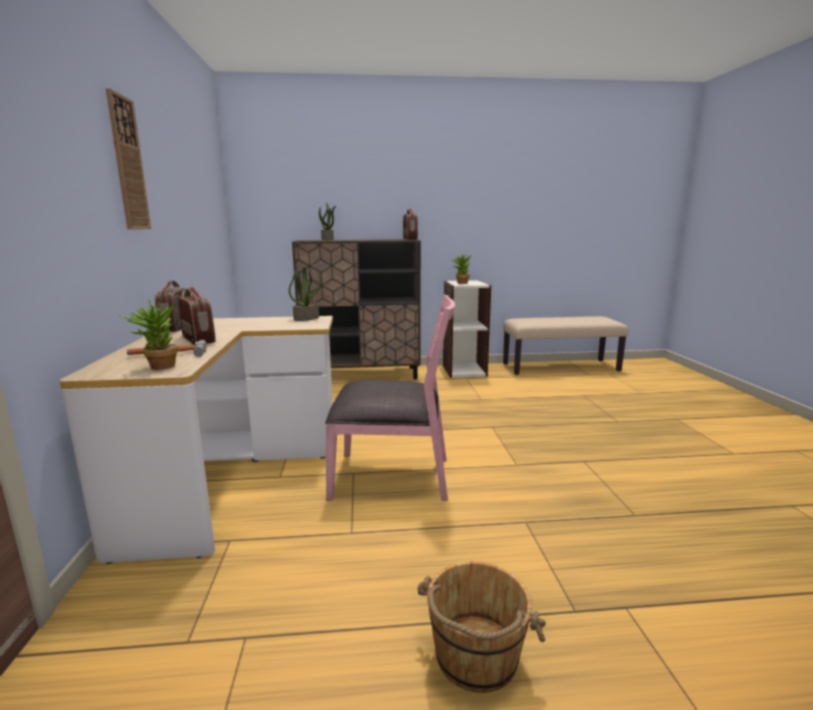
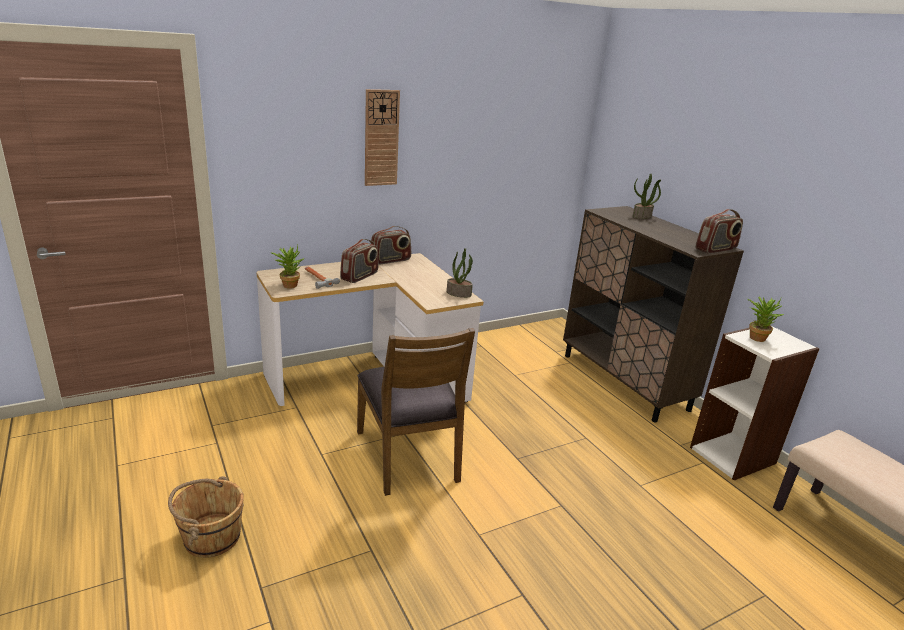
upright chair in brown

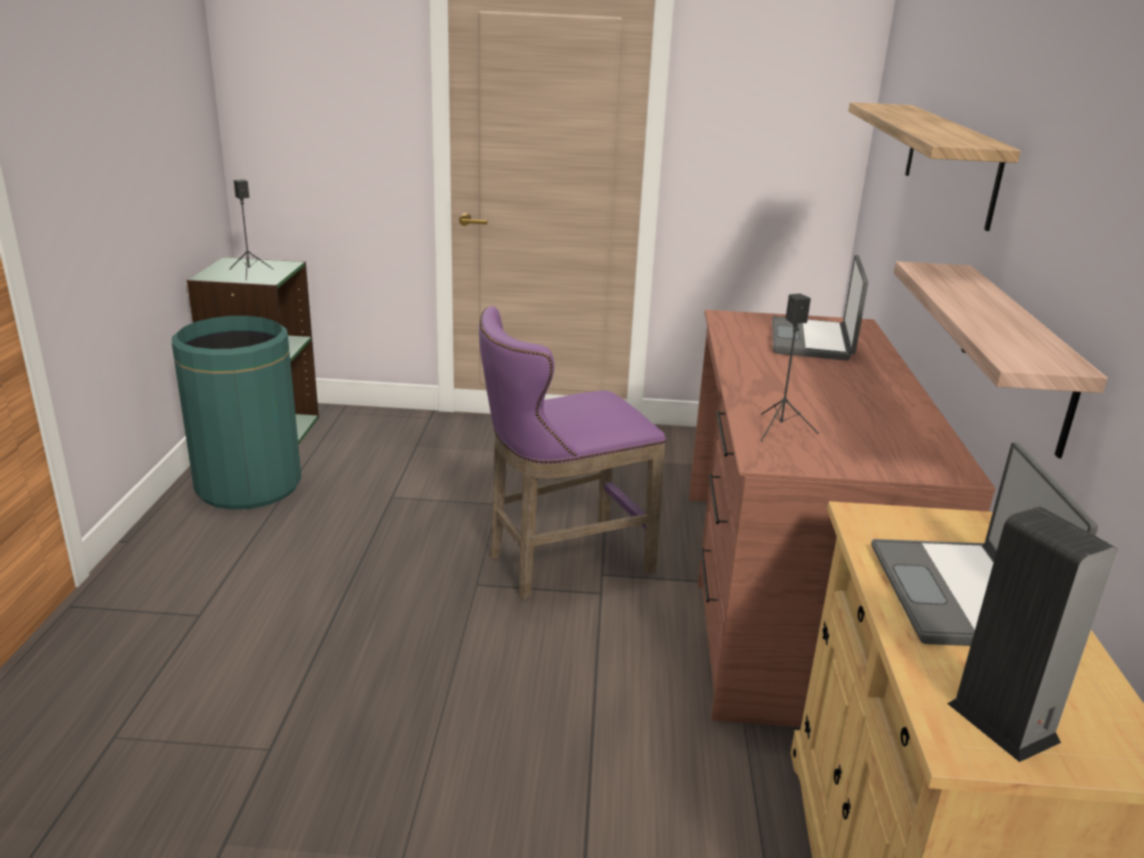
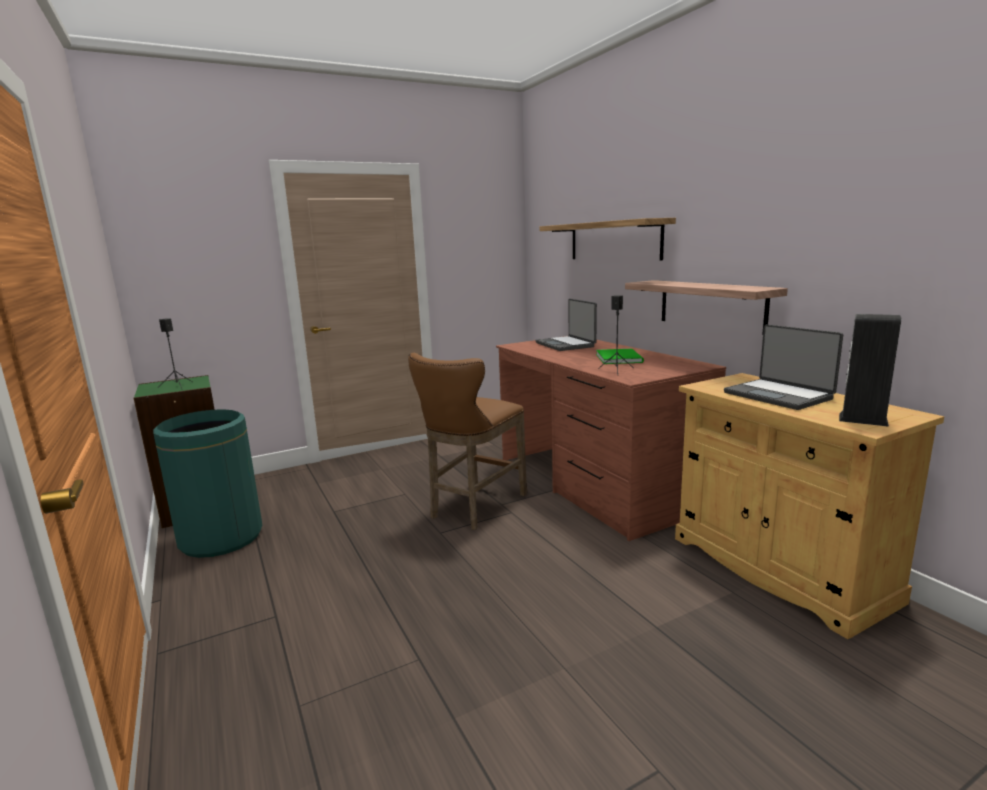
sitting stool in brown; book in green

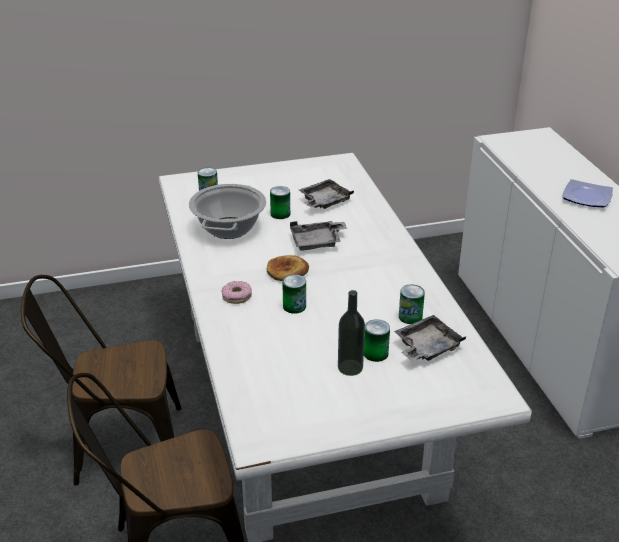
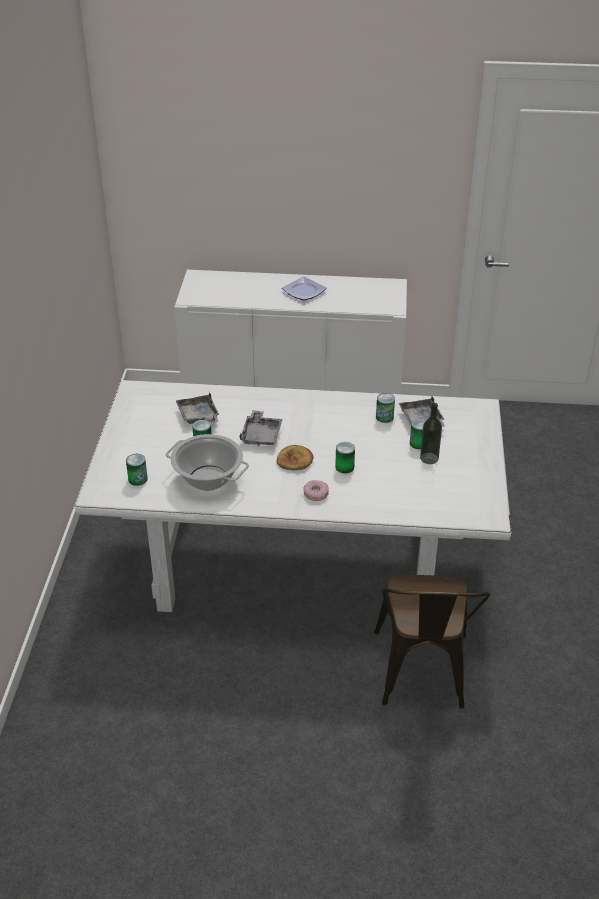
upright chair in brown (1st from left in the first image)

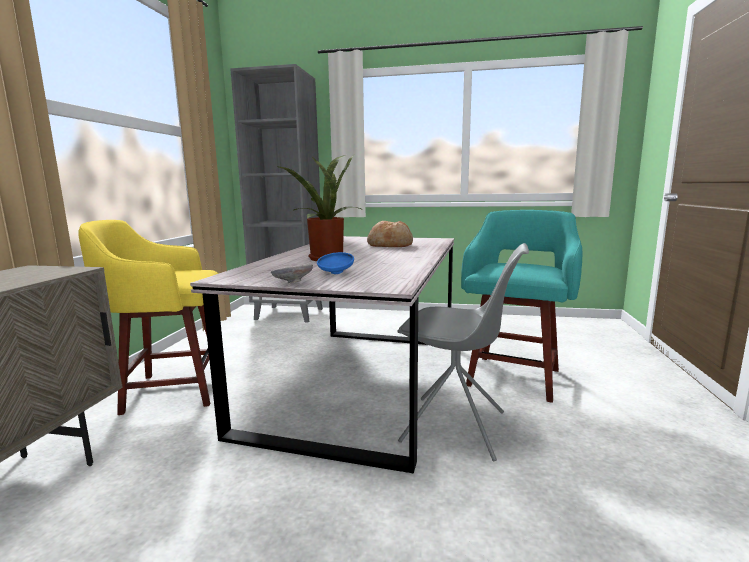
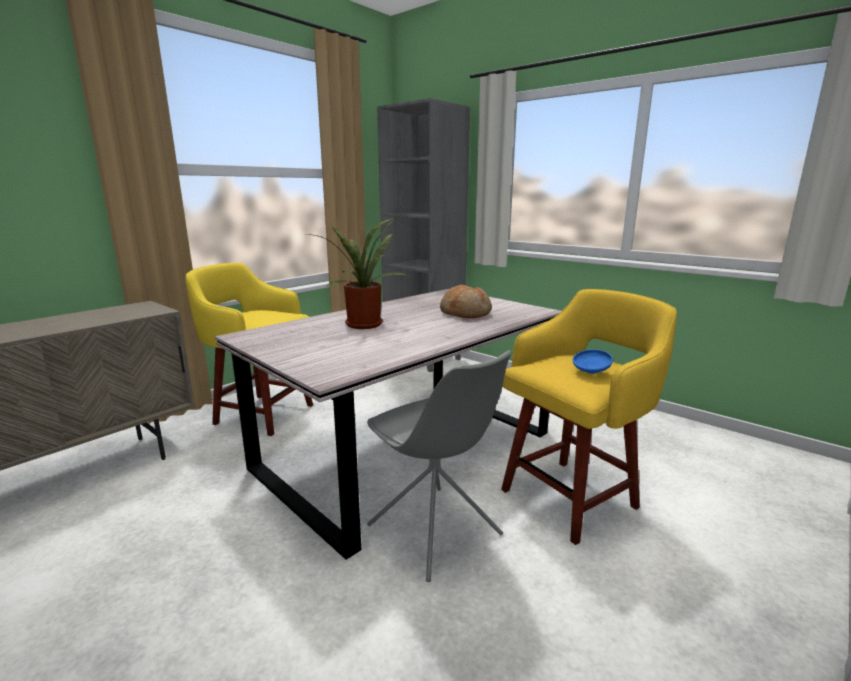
serving bowl in gray; serving bowl in bluish; sitting stool in yellow-coloured (2nd from left)

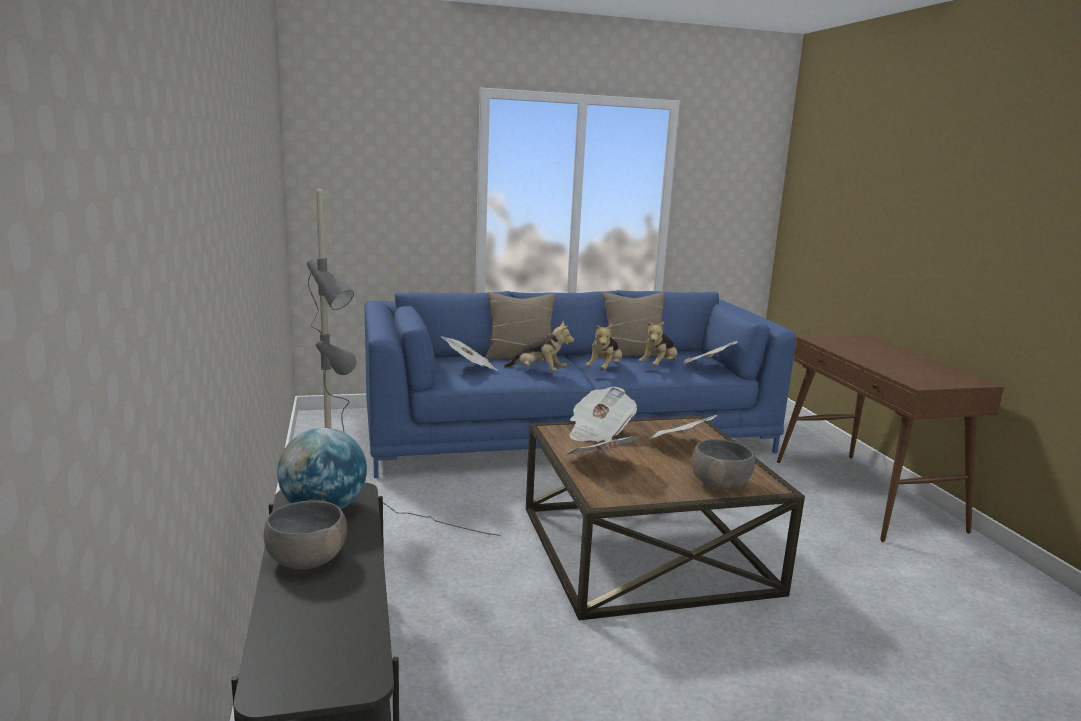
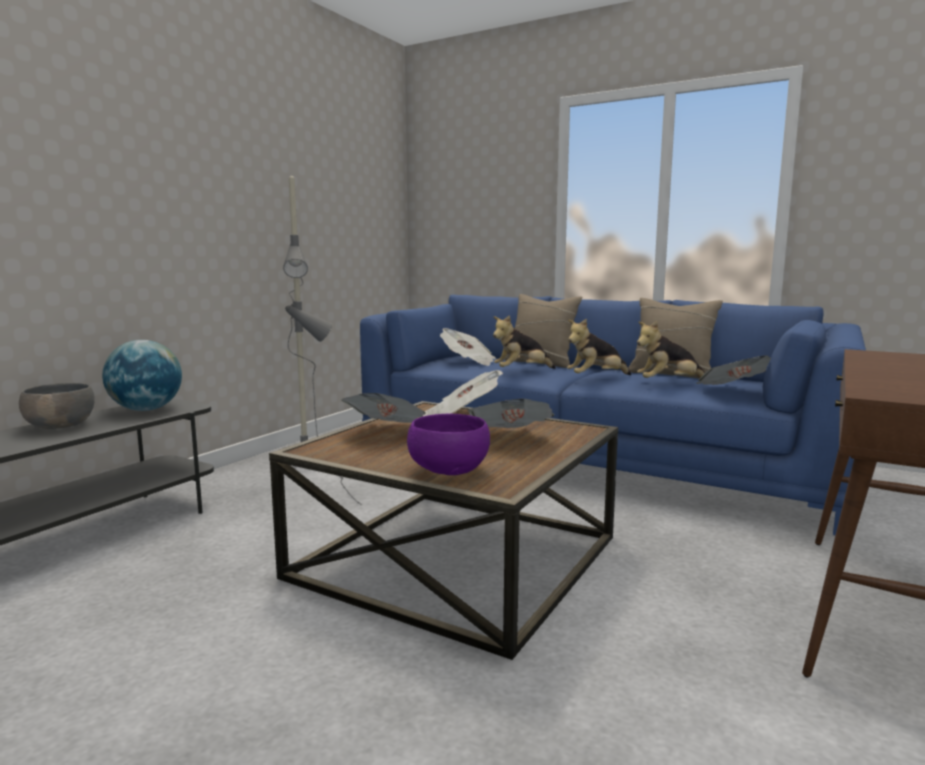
cuddly toy (1st from left); serving bowl in purplish

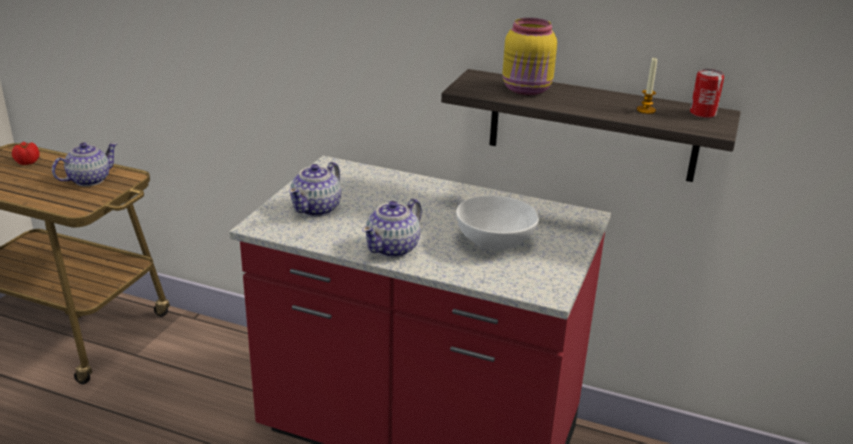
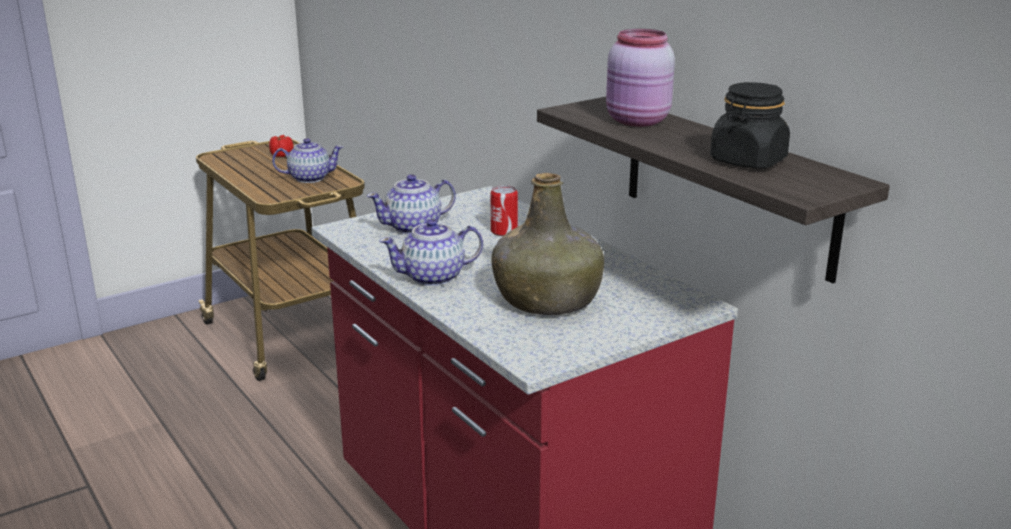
bottle in green; preserve jar in pinkish; preserve jar in black; metal can

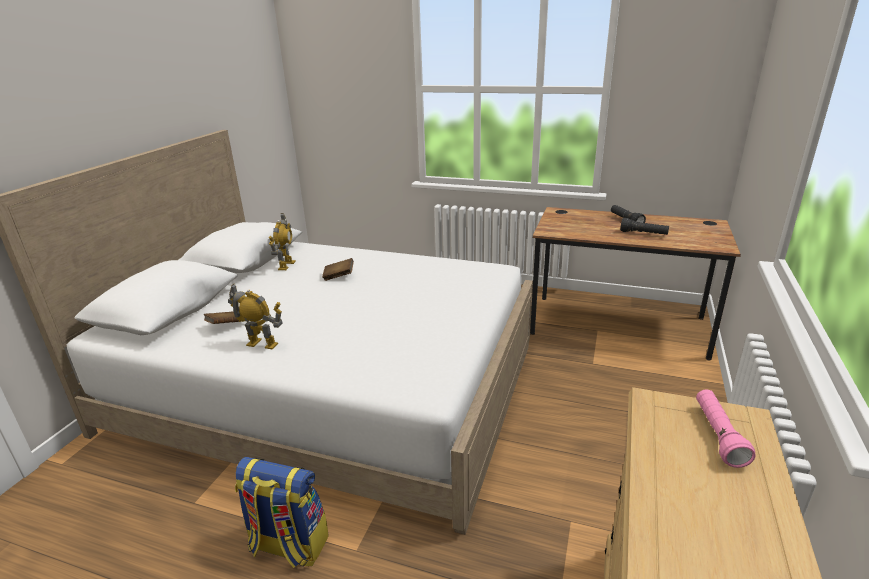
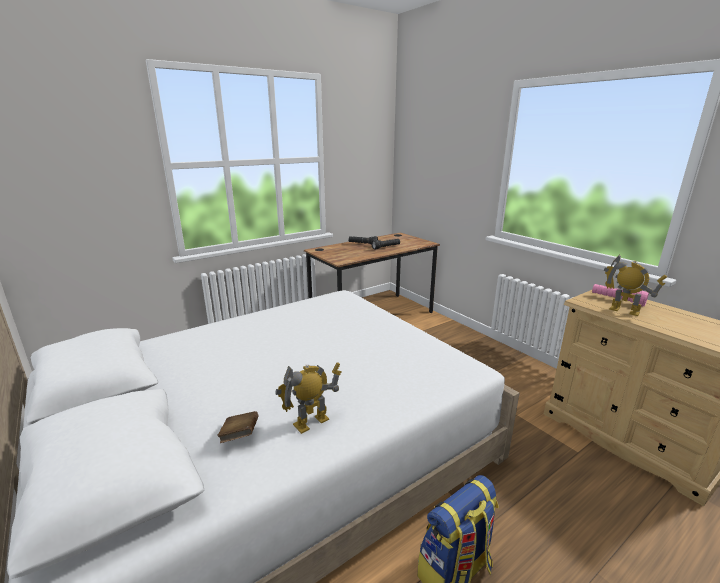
toy robot (2nd from left); book in brown (2nd from left in the first image)

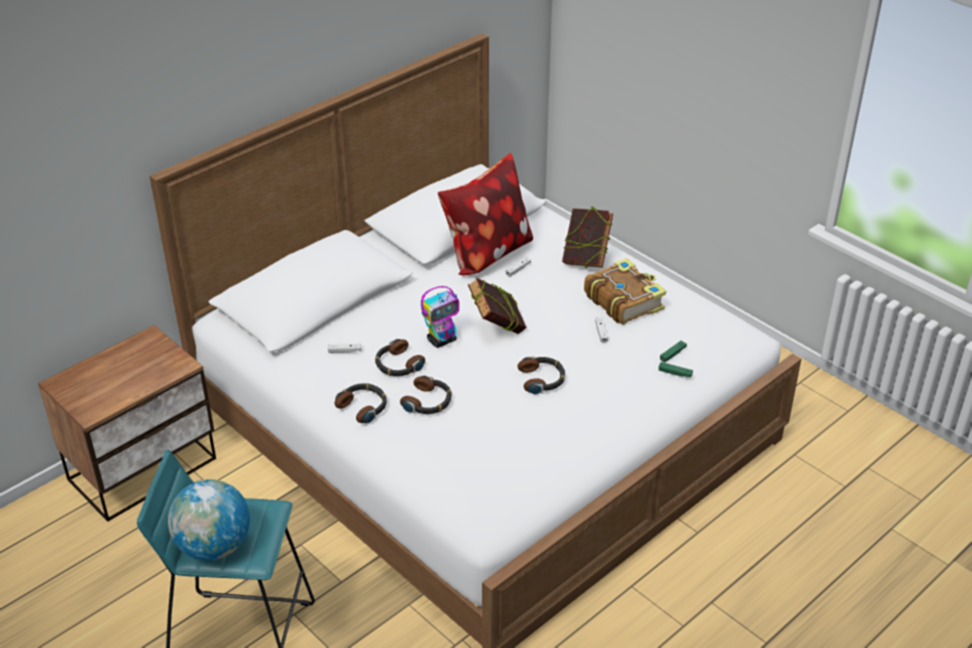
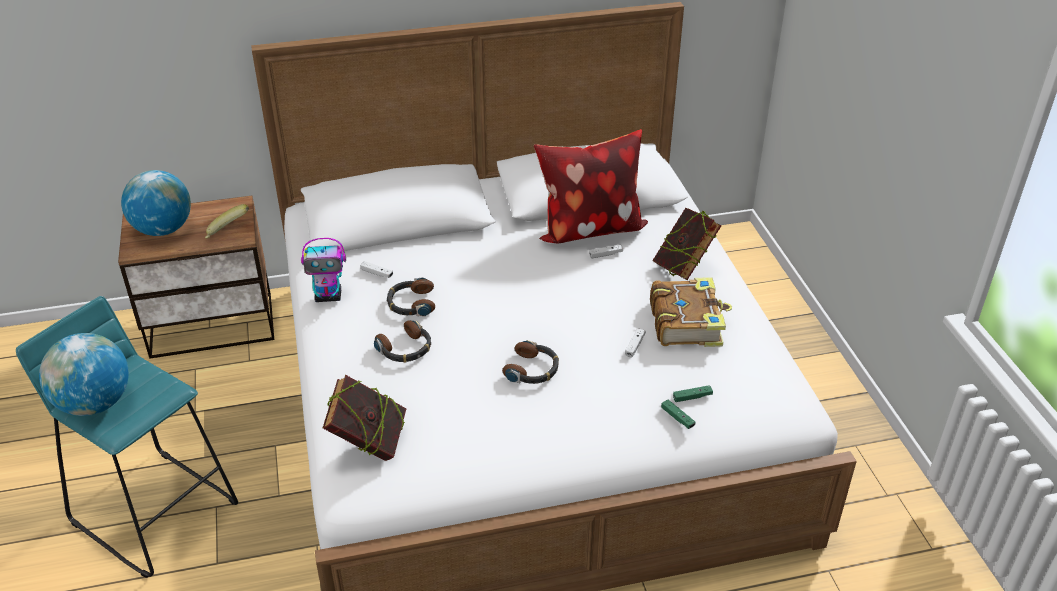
headset (1st from left in the first image); toy robot; book (1st from left); desk globe (2nd from left); banana

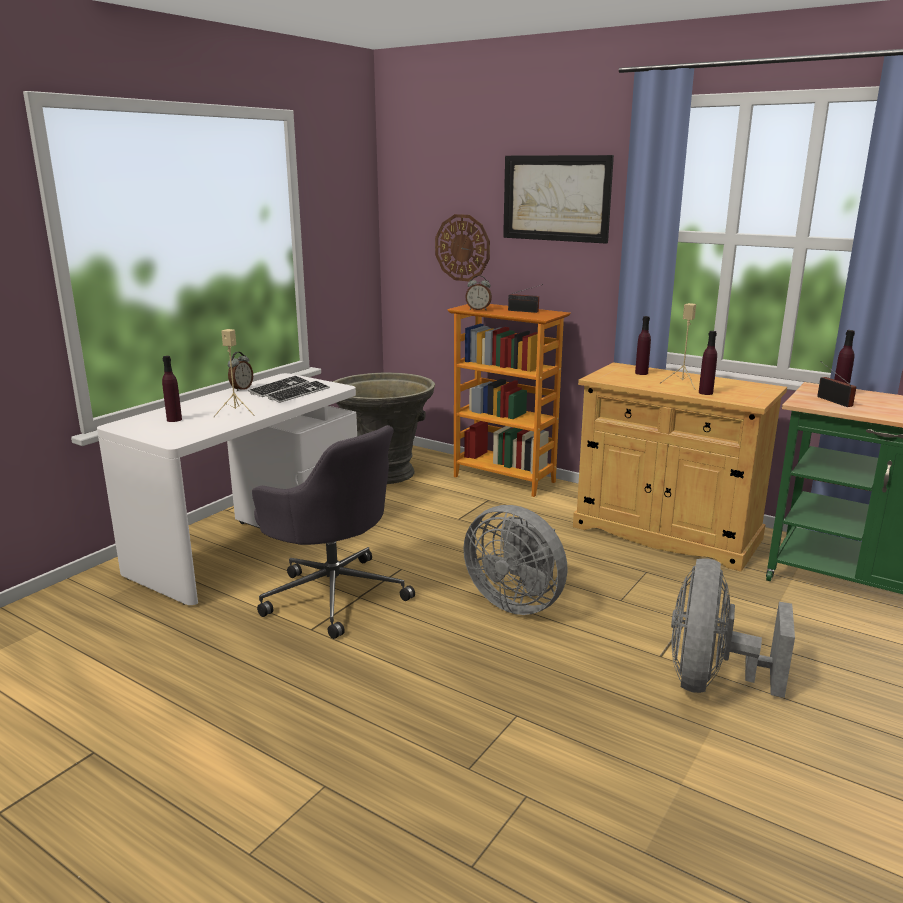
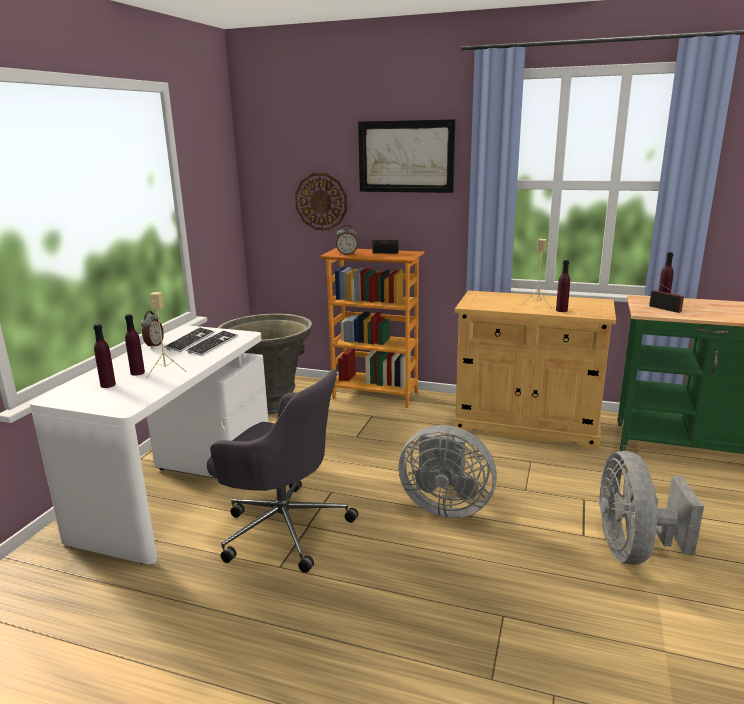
bottle in purplish (2nd from left)

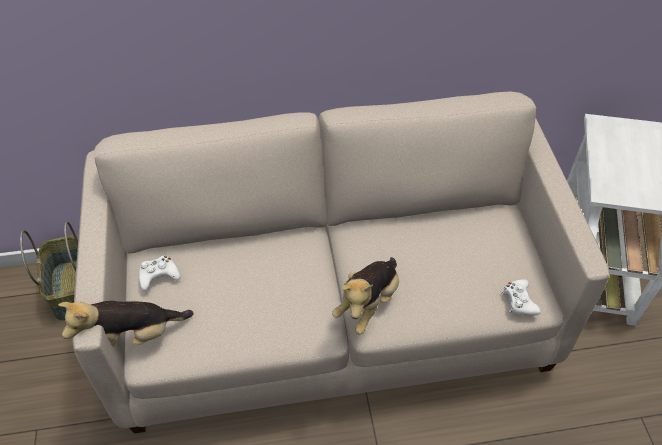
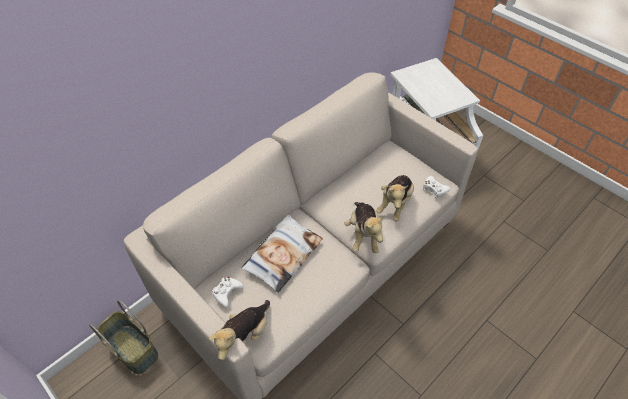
cushion; cuddly toy (3rd from left)

